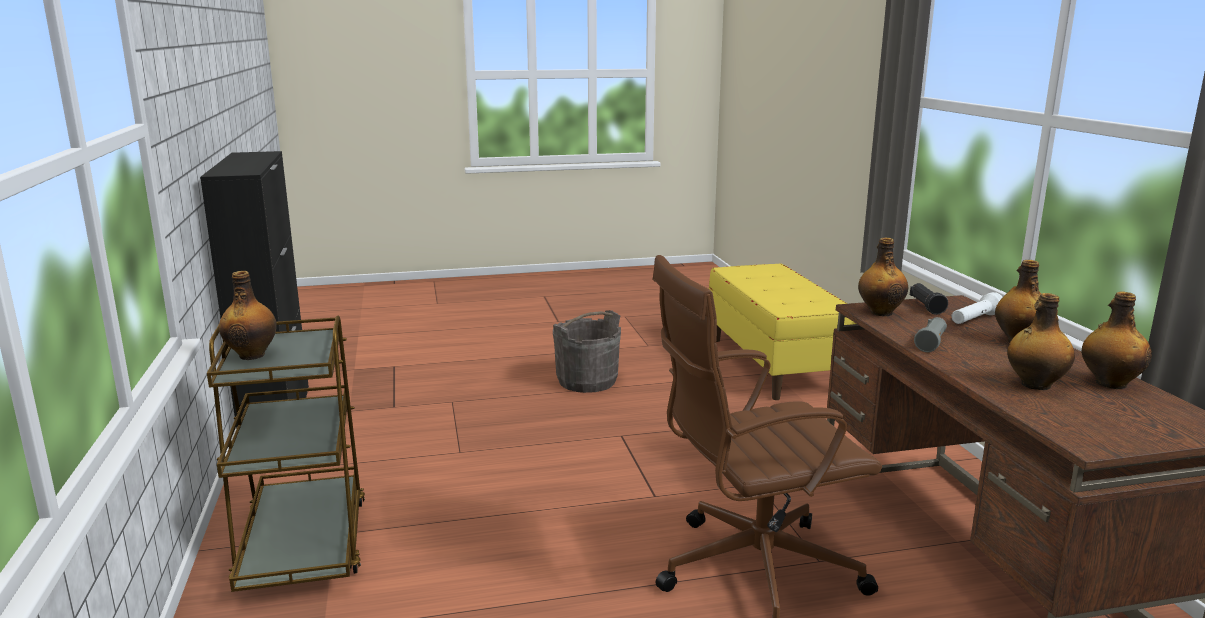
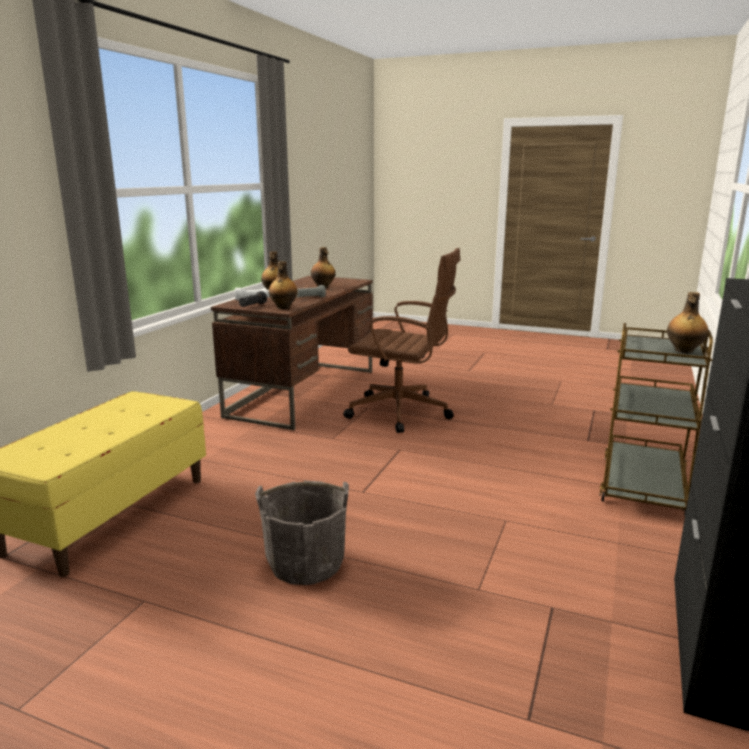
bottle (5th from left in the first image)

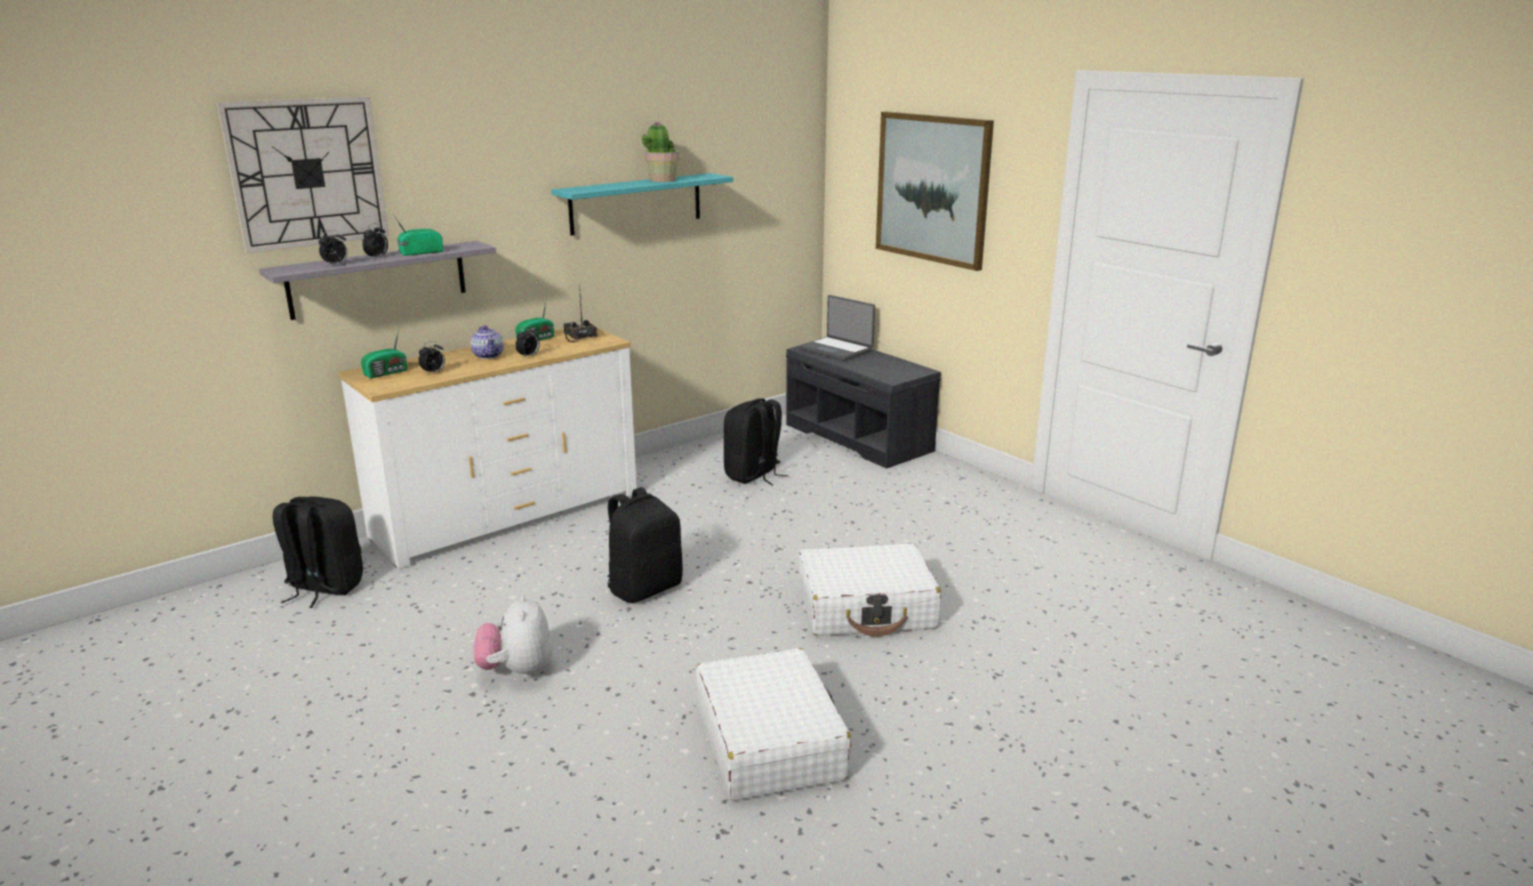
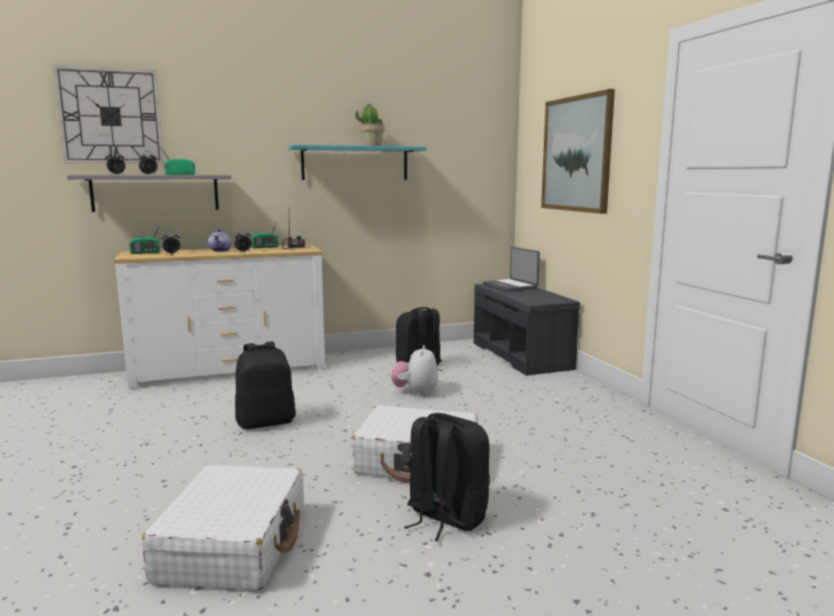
rucksack in black (3rd from left); cuddly toy

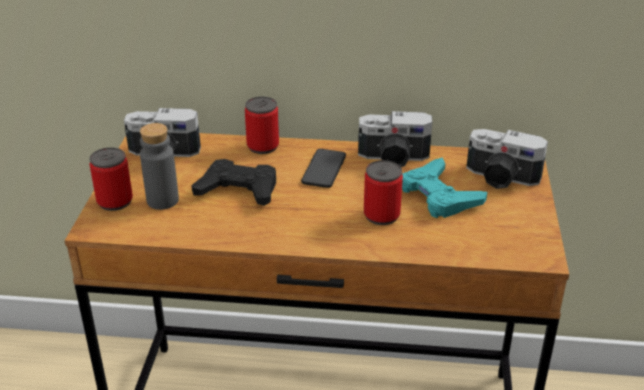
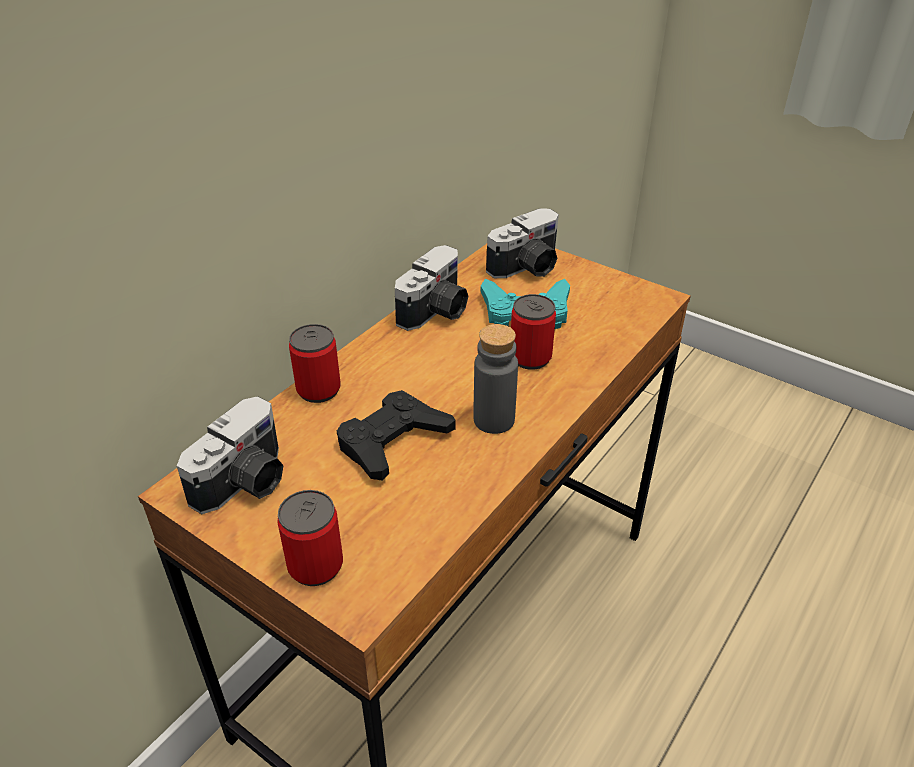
bottle in gray; handset

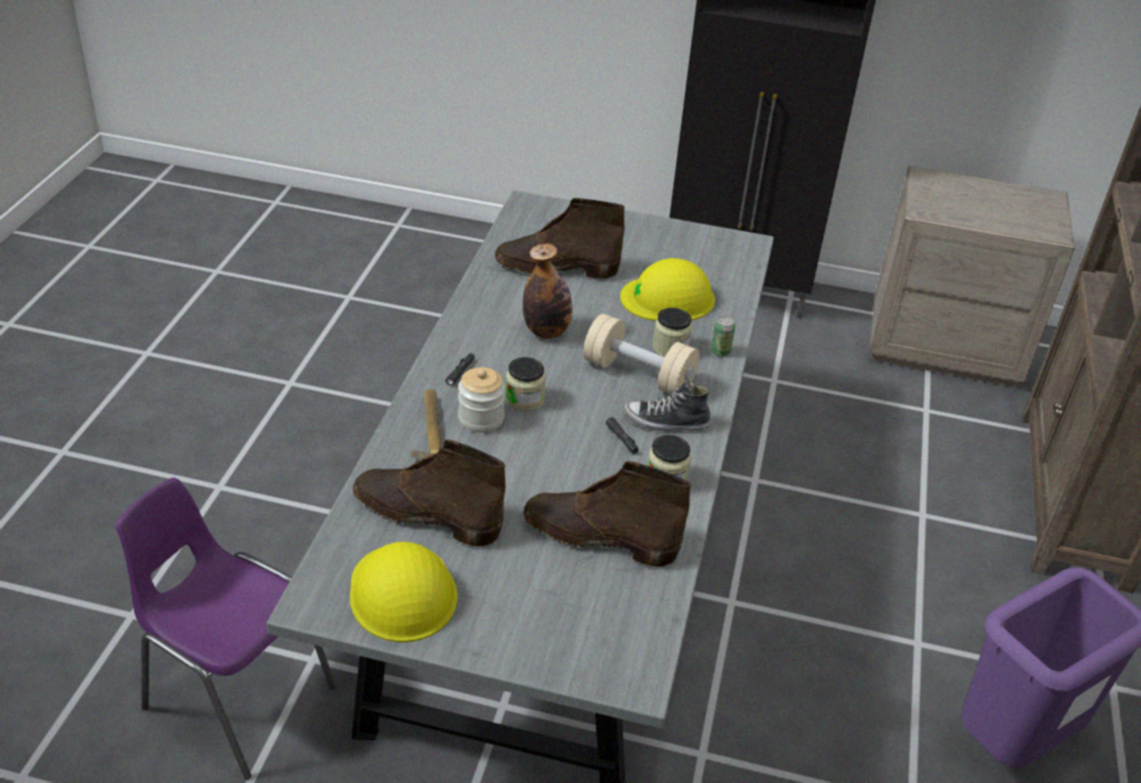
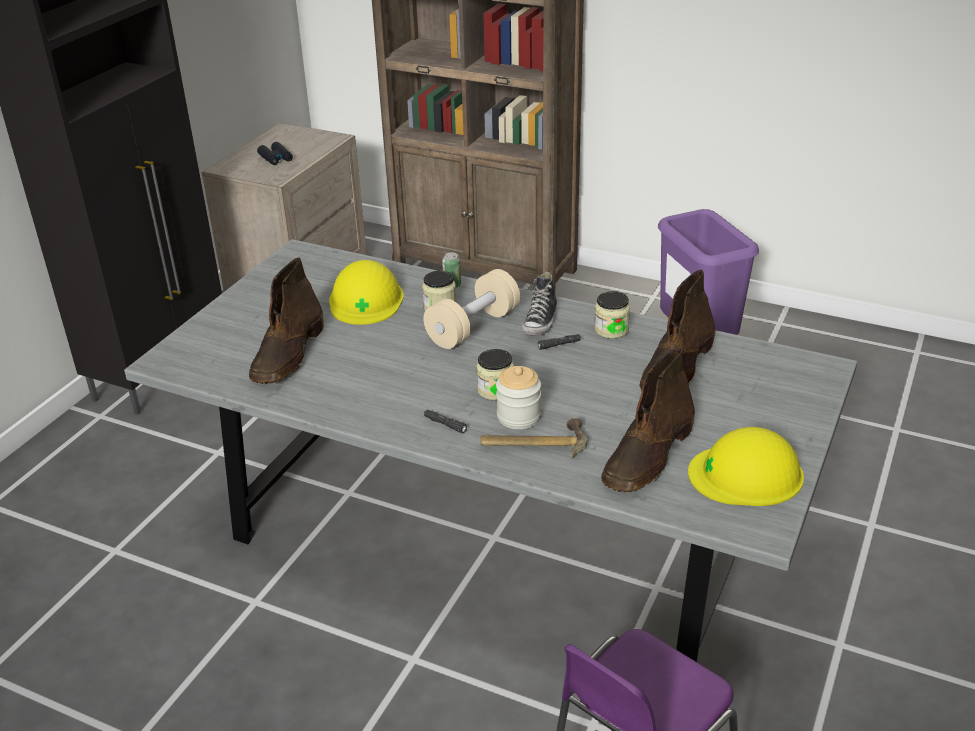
bottle; pair of binoculars in black

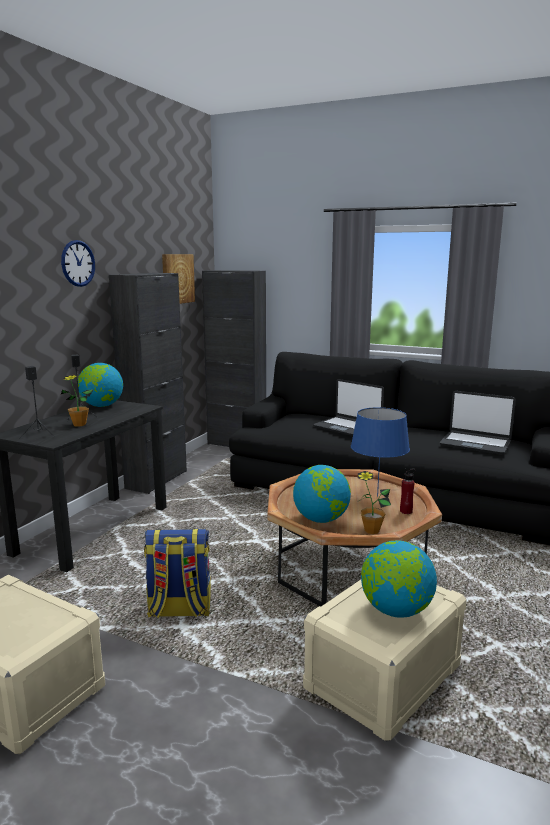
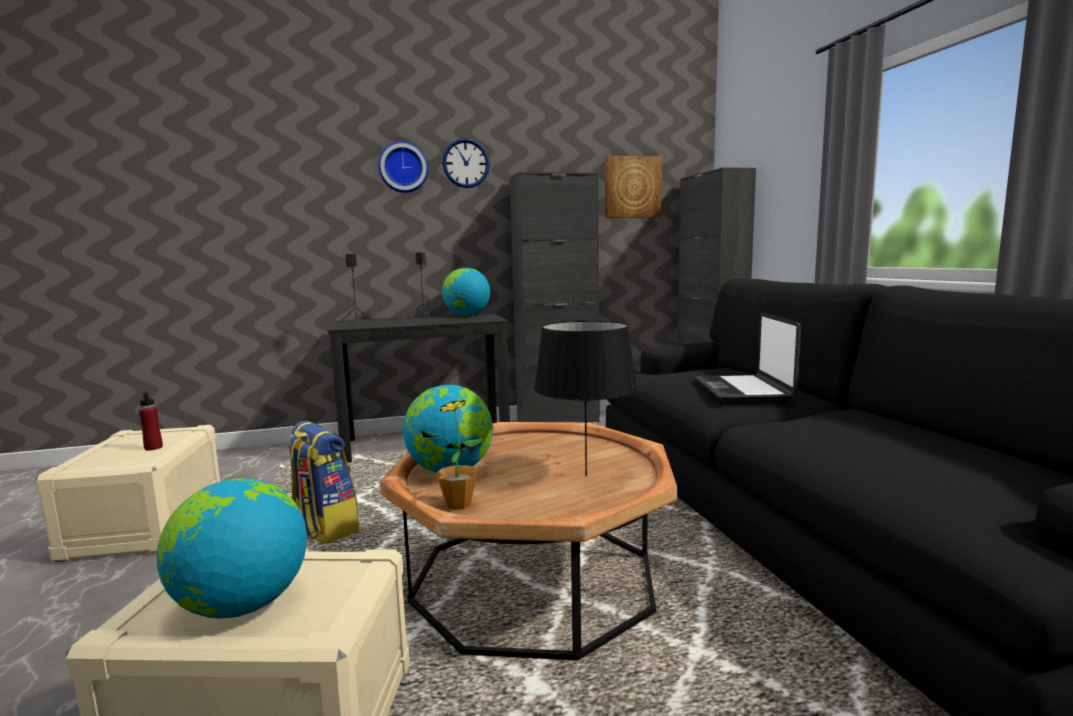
potted plant (1st from left in the first image); lamp for a table in black; bottle in red-coloured; notebook computer (2nd from left in the first image); clock on the wall (1st from left)

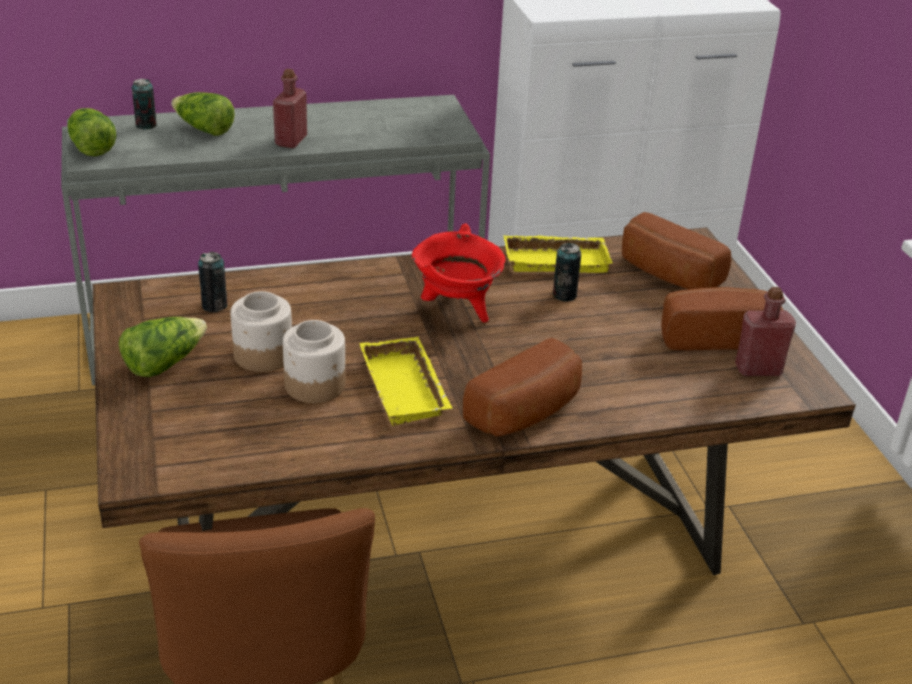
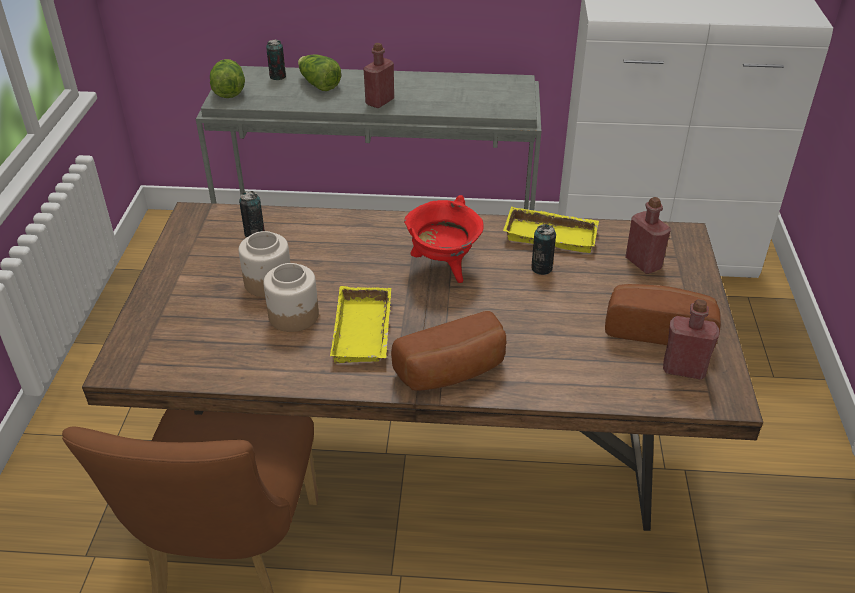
lettuce (2nd from left in the first image); bottle in red-coloured (2nd from left)

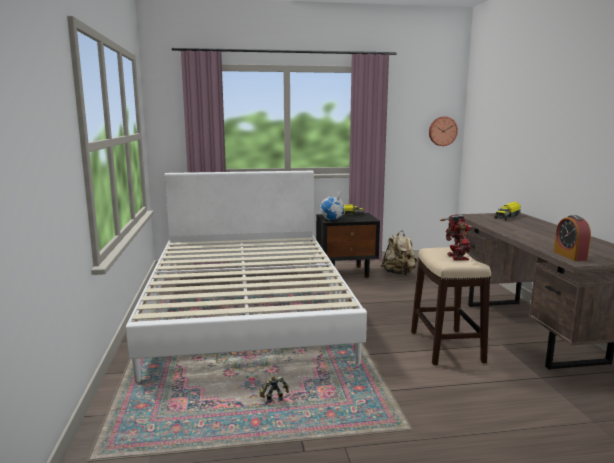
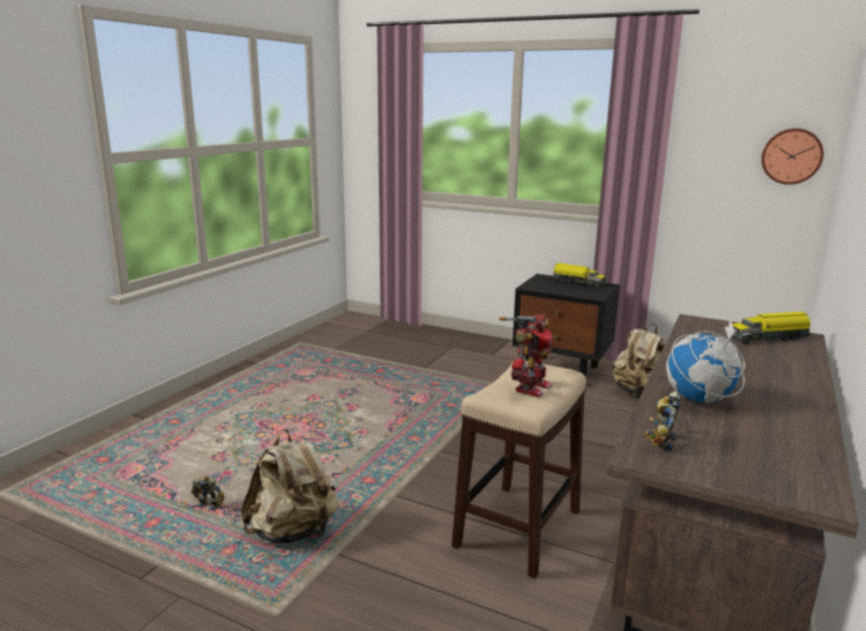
sleeping bed in white; desk globe; toy robot (3rd from left); rucksack in sand-coloured (1st from left)

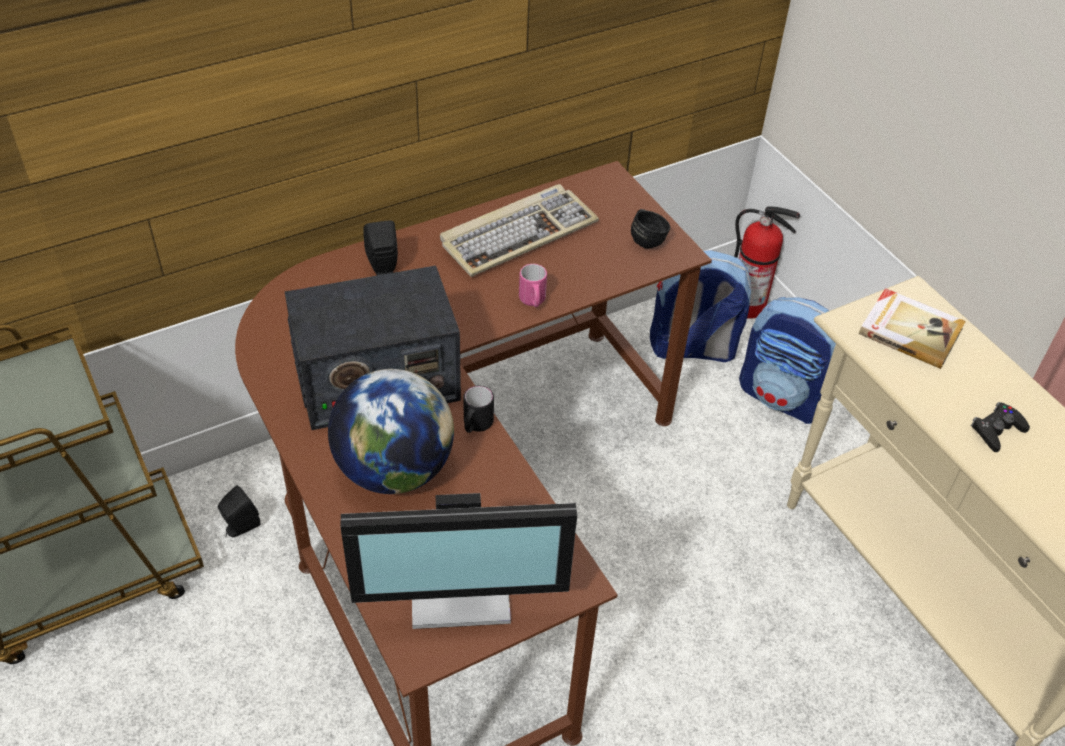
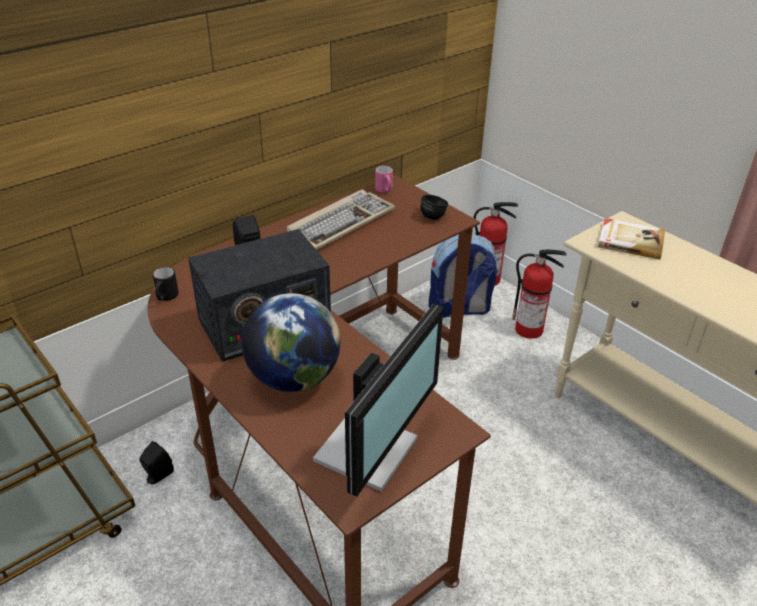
monitor; tea mug in black (1st from left); tea mug in pinkish; extinguisher (2nd from left); joypad in black

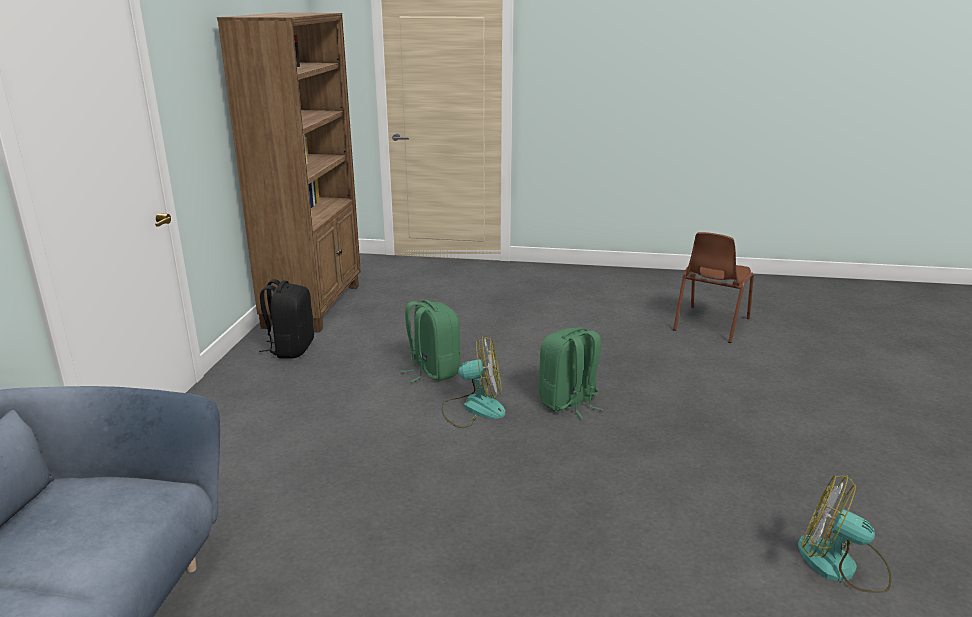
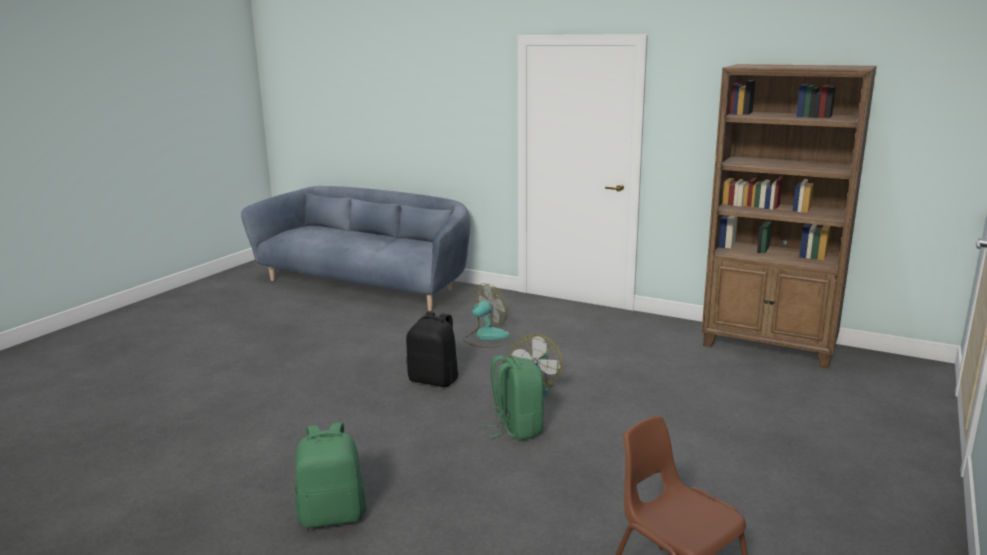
rucksack in black; rucksack in green (1st from left); fan (1st from left)

